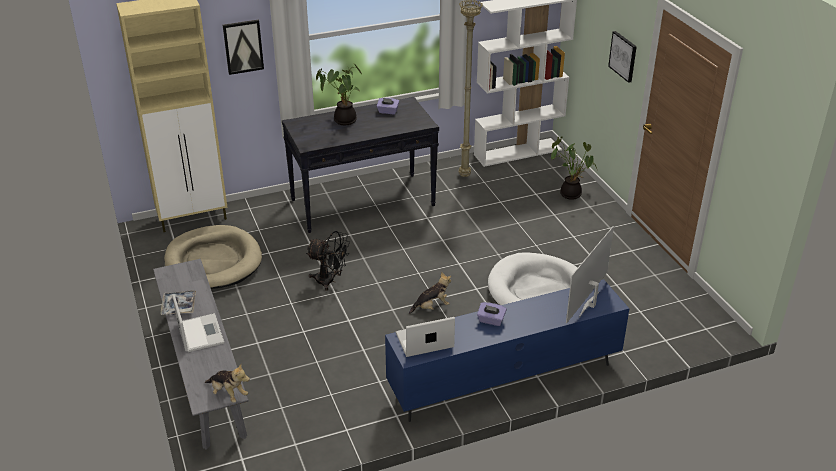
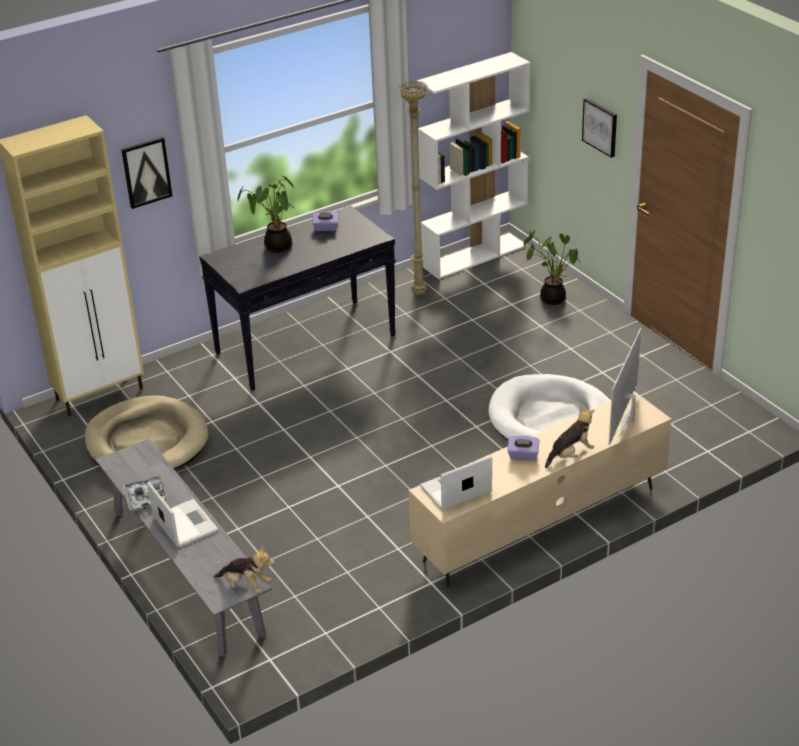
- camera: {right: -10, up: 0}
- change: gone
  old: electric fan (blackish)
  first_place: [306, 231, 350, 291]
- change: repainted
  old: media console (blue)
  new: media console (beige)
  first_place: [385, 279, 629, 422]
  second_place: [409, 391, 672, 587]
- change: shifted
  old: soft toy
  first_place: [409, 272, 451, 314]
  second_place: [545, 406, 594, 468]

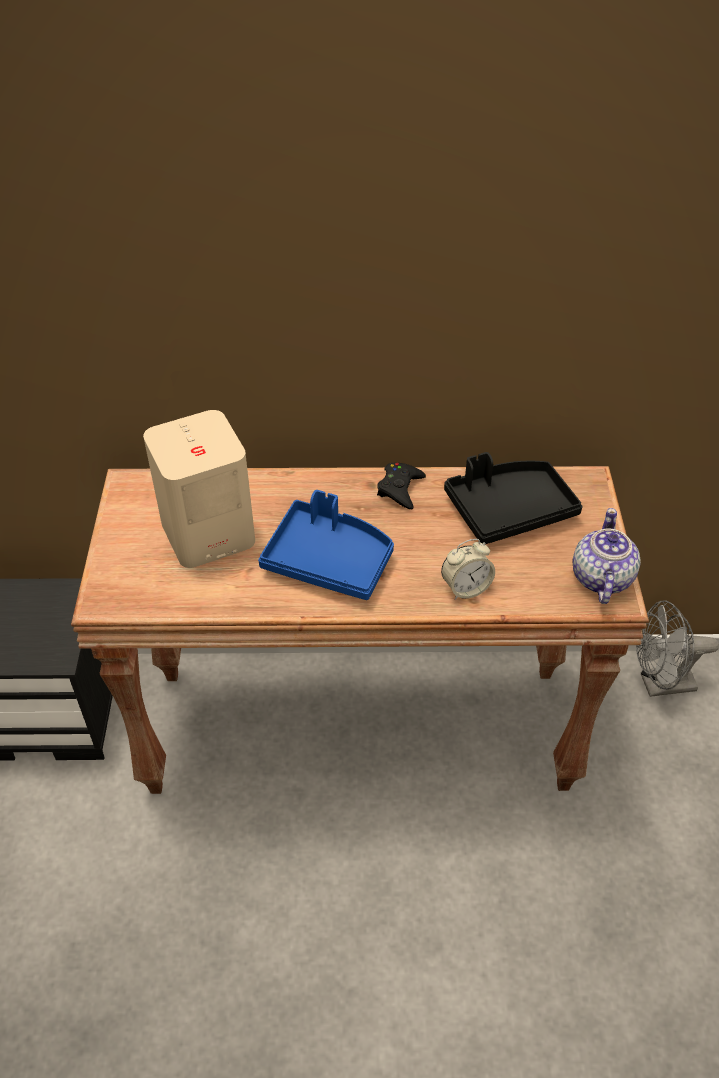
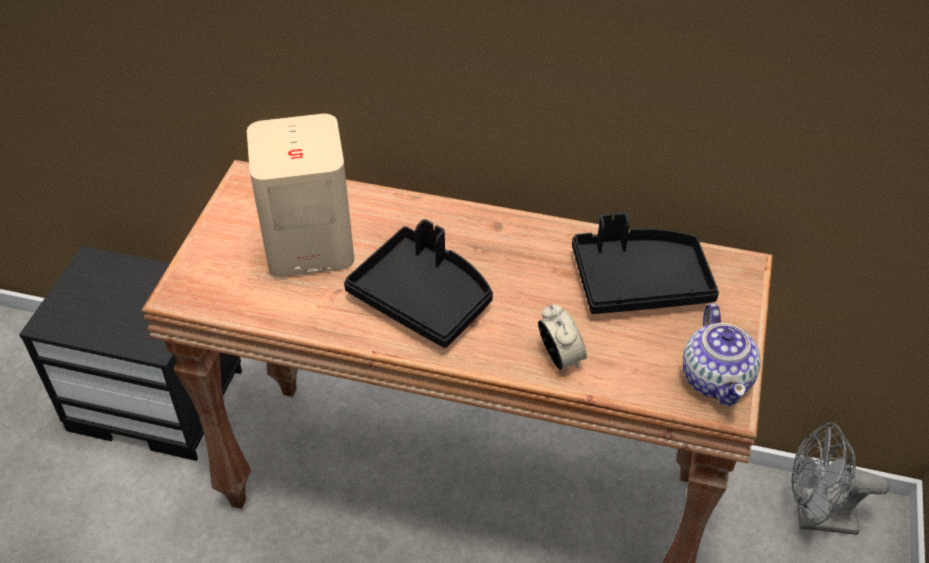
- camera: {right: 15, up: 0}
- change: repainted
  old: serving tray (blue)
  new: serving tray (blackish)
  first_place: [258, 490, 394, 600]
  second_place: [344, 219, 493, 348]
- change: gone
  old: game controller (blackish)
  first_place: [377, 463, 426, 509]
- change: rotated
  old: alarm clock
  first_place: [441, 539, 495, 600]
  second_place: [538, 304, 587, 370]
  degrees: -105
- change: rotated
  old: tea pot
  first_place: [572, 508, 641, 604]
  second_place: [683, 303, 761, 406]
  degrees: 150

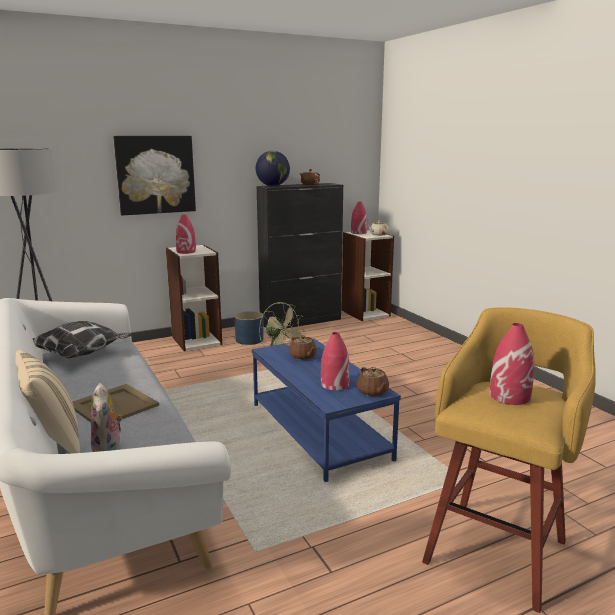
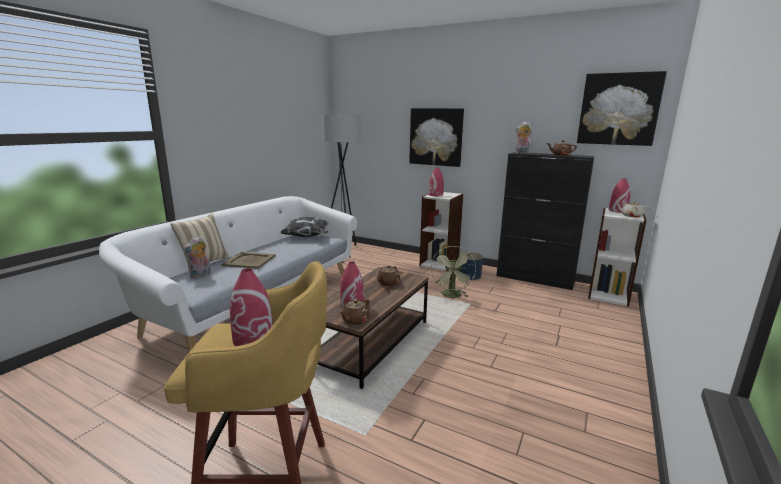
- camera: {right: 55, up: 0}
- change: repainted
  old: coffee table (blue)
  new: coffee table (brownish)
  first_place: [252, 338, 401, 482]
  second_place: [318, 267, 429, 389]
- change: swapped
  old: desk globe
  new: soft toy
  first_place: [256, 151, 290, 186]
  second_place: [516, 122, 533, 154]
- change: new
  new: wall art
  second_place: [577, 71, 667, 146]

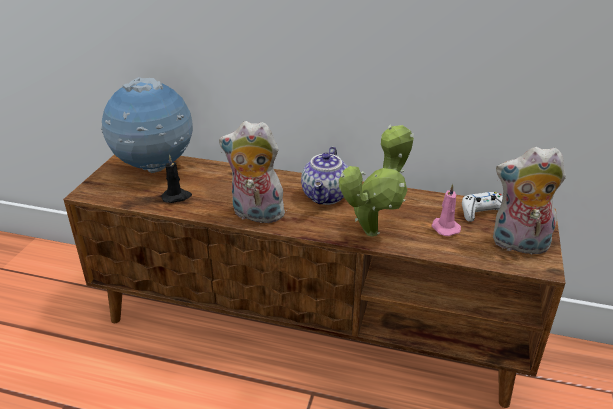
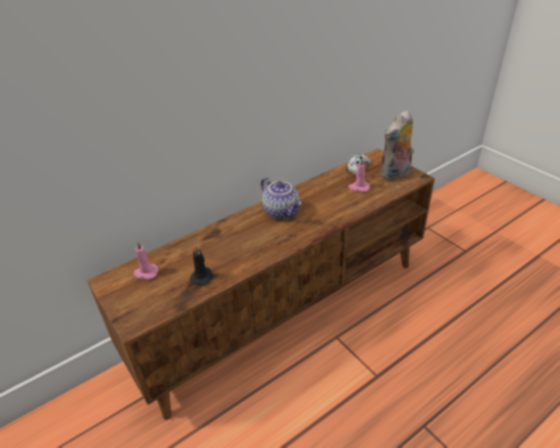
- camera: {right: -50, up: 5}
- change: swapped
  old: desk globe
  new: candle (pink-coloured)
  first_place: [101, 77, 193, 173]
  second_place: [133, 242, 159, 280]
- change: gone
  old: soft toy
  first_place: [219, 121, 287, 226]
- change: gone
  old: houseplant
  first_place: [339, 124, 414, 237]

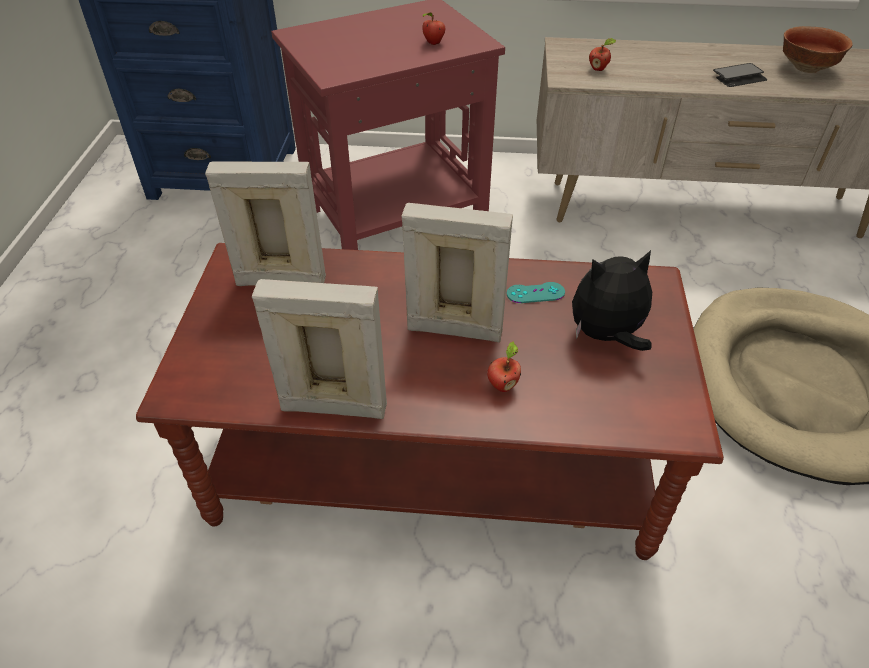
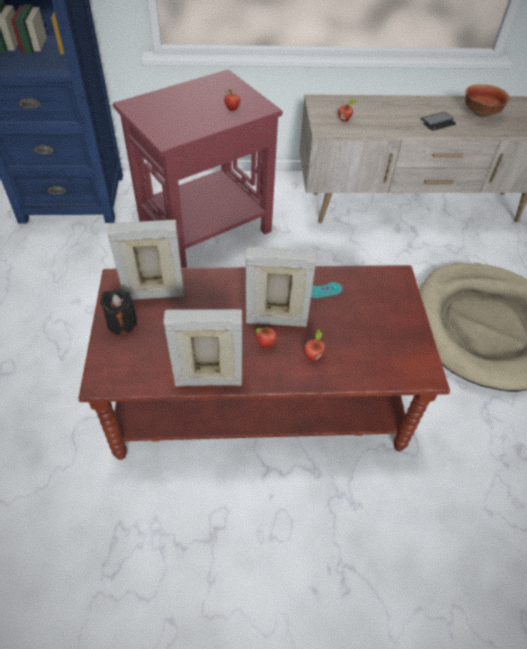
- camera: {right: -10, up: 5}
- change: gone
  old: soft toy
  first_place: [572, 250, 652, 351]
- change: new
  new: candle (blackish)
  second_place: [100, 288, 137, 335]
- change: new
  new: whole apple
  second_place: [256, 327, 277, 348]

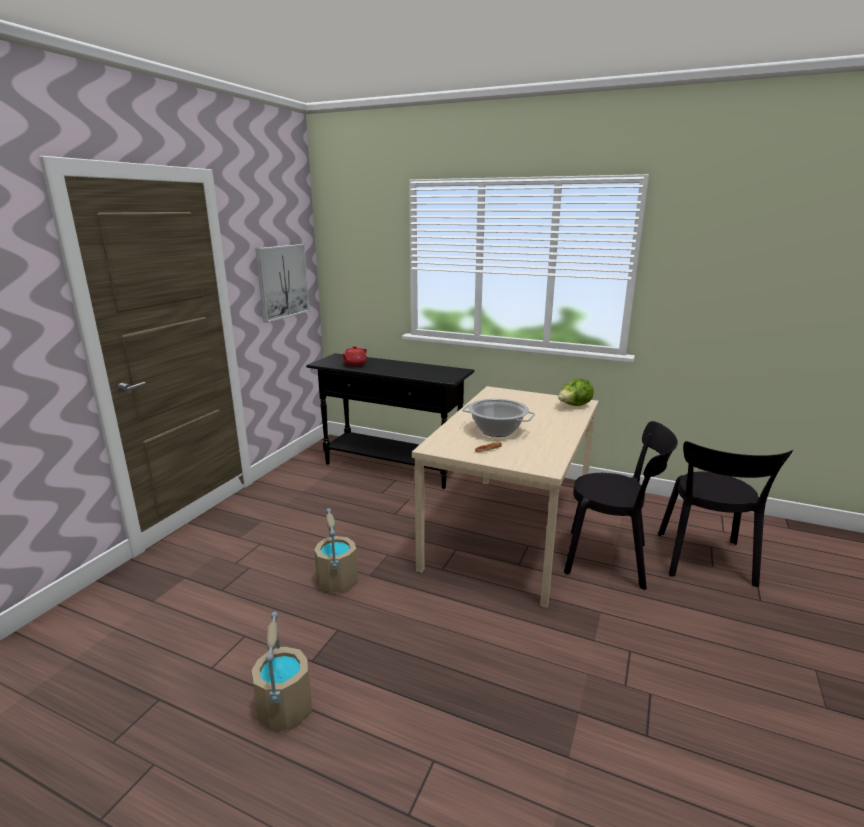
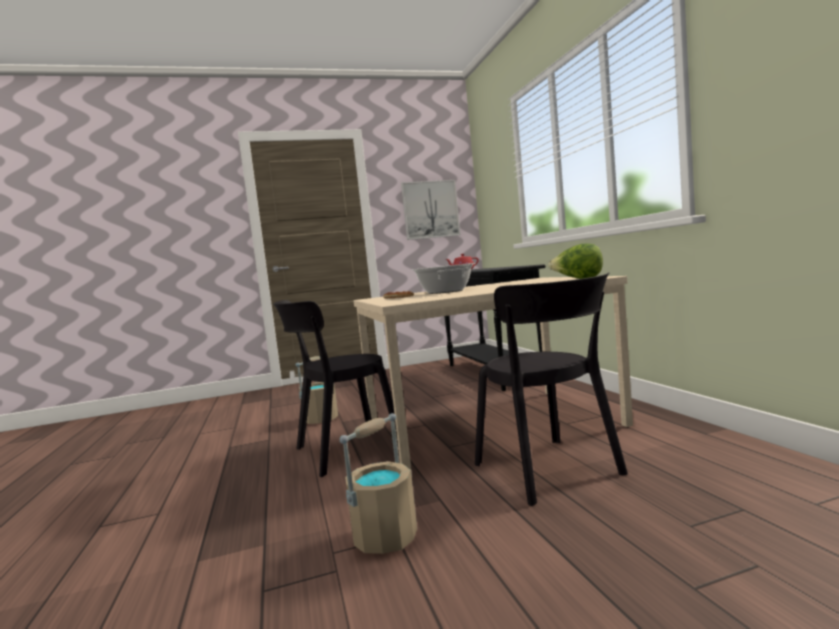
- camera: {right: 50, up: -15}
- change: shifted
  old: pail (beige)
  first_place: [251, 612, 312, 730]
  second_place: [340, 413, 417, 554]
- change: shifted
  old: chair (blackish)
  first_place: [658, 441, 793, 587]
  second_place: [273, 300, 398, 477]

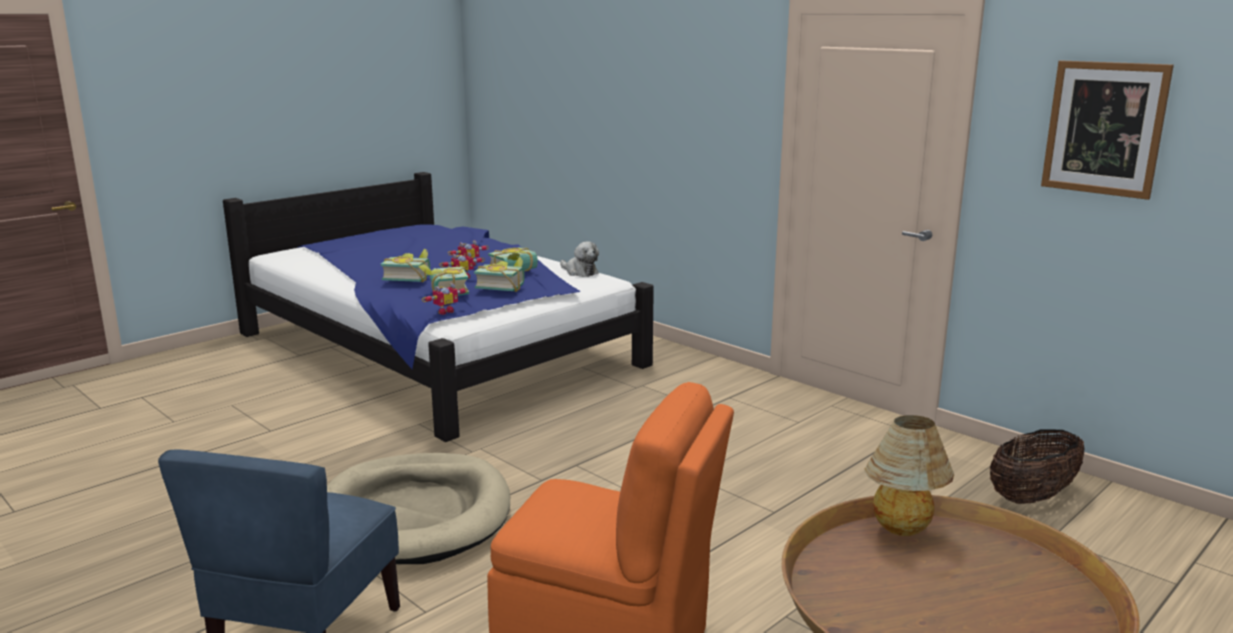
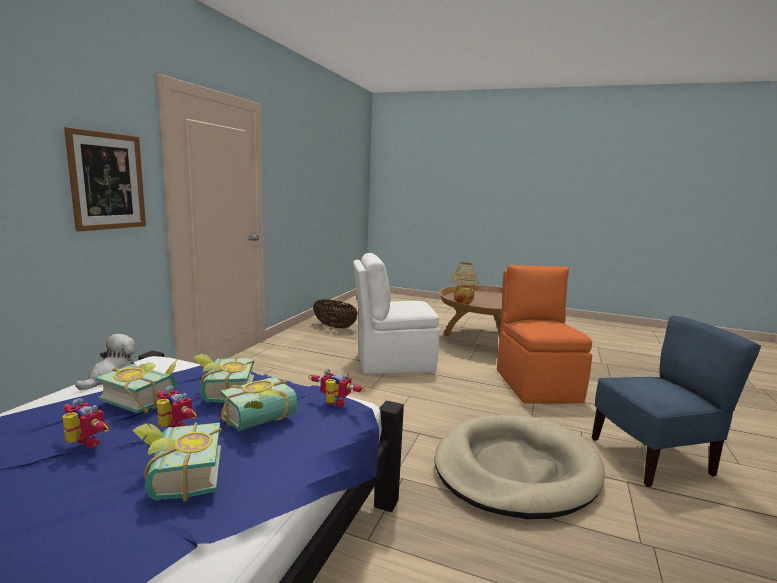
- camera: {right: -115, up: -5}
- change: shifted
  old: wall art
  first_place: [1041, 60, 1174, 200]
  second_place: [64, 127, 146, 231]
- change: new
  new: chair (whitish)
  second_place: [353, 253, 440, 374]

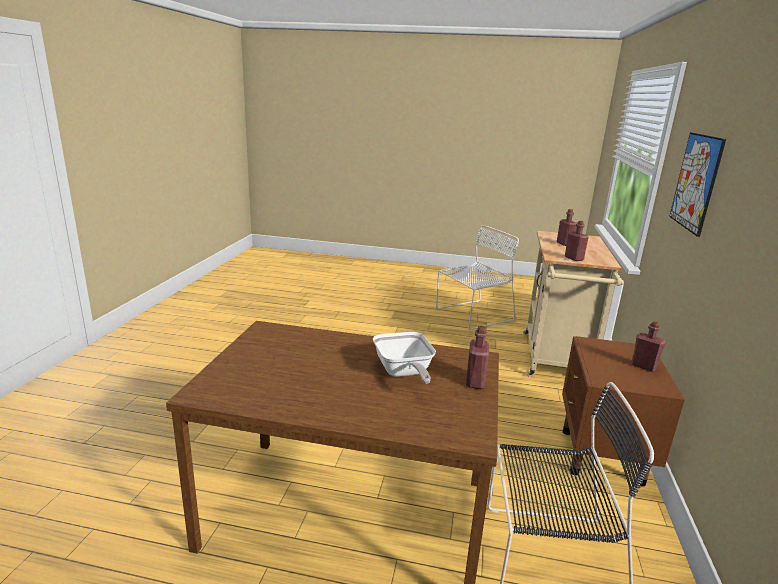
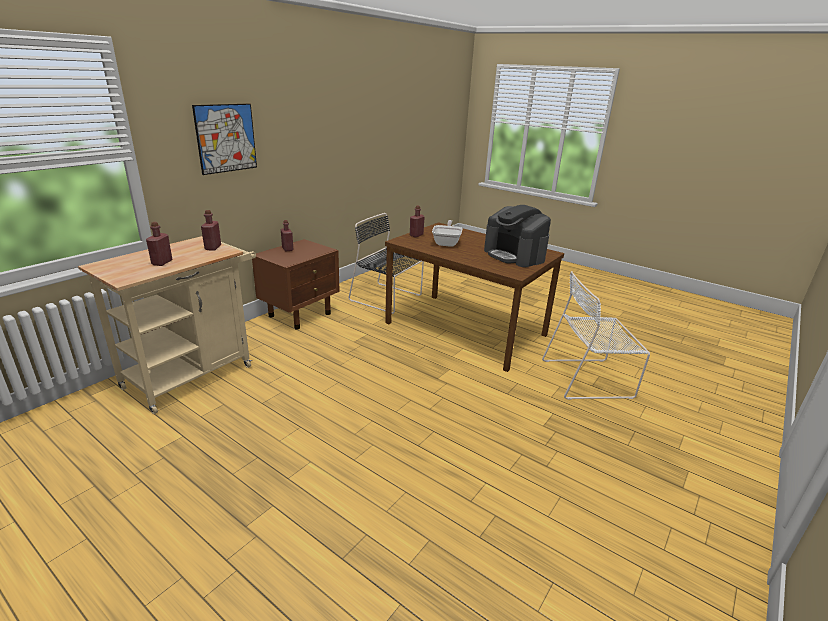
- camera: {right: -155, up: 5}
- change: shifted
  old: chair (whitish)
  first_place: [436, 225, 519, 330]
  second_place: [542, 271, 650, 400]
- change: new
  new: coffee maker
  second_place: [484, 205, 551, 267]

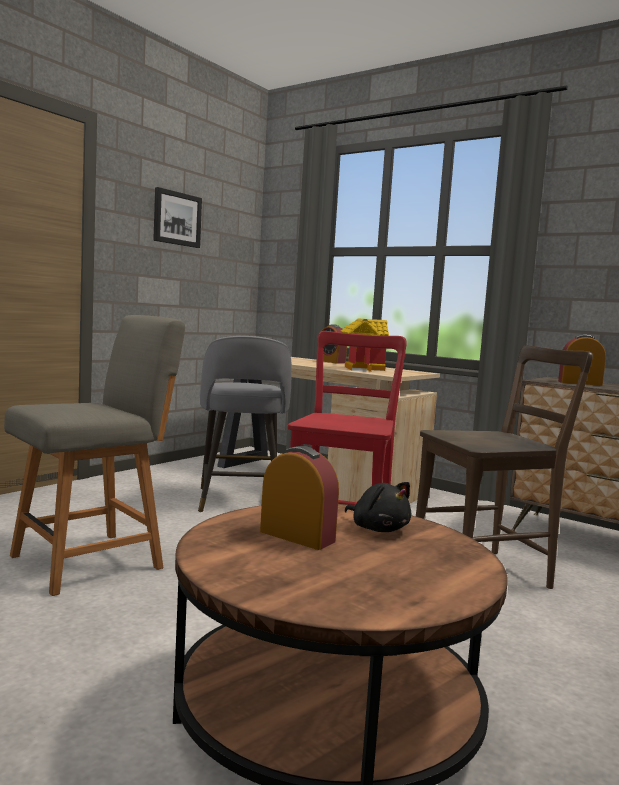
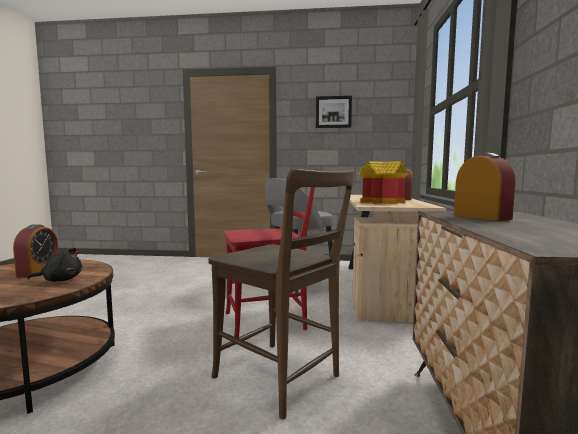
- camera: {right: 60, up: 0}
- change: gone
  old: chair (greyish)
  first_place: [4, 315, 185, 596]
- change: rotated
  old: soft toy (blackish)
  first_place: [345, 482, 412, 532]
  second_place: [28, 248, 82, 282]
  degrees: -120

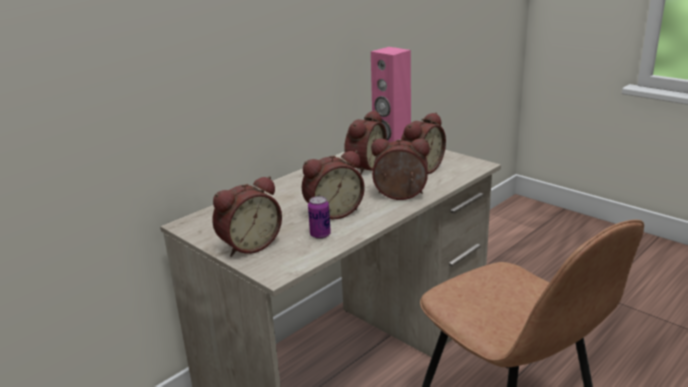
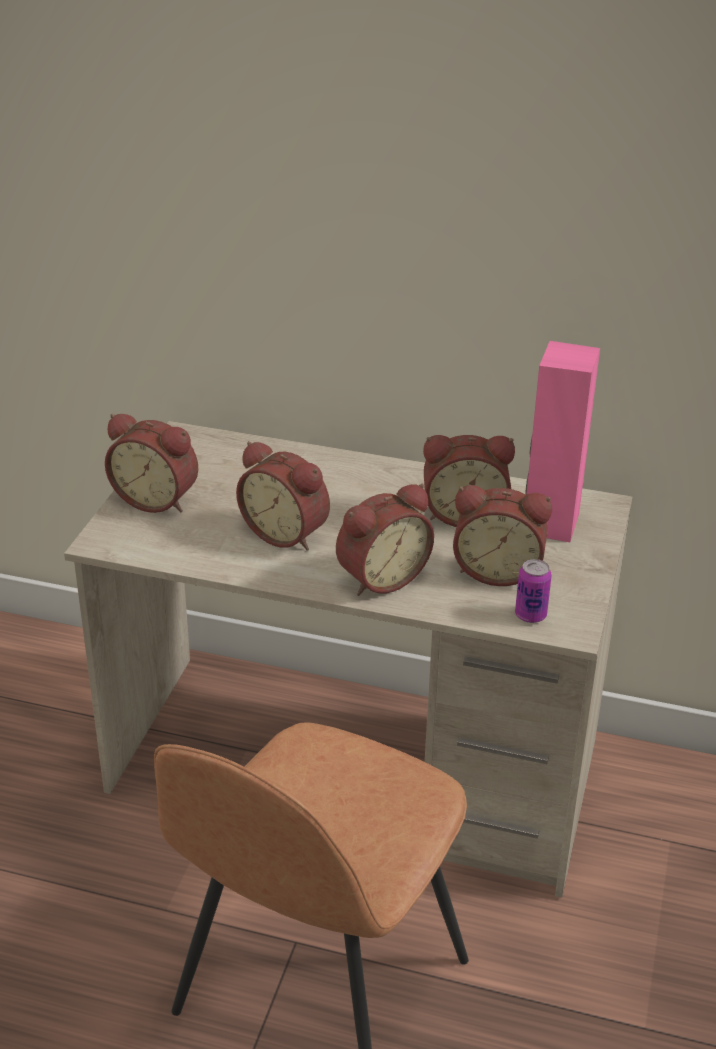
- camera: {right: 60, up: 10}
- change: shifted
  old: can
  first_place: [308, 196, 331, 239]
  second_place: [515, 559, 552, 623]
- change: rotated
  old: alarm clock
  first_place: [371, 139, 430, 200]
  second_place: [336, 484, 434, 596]
  degrees: 75

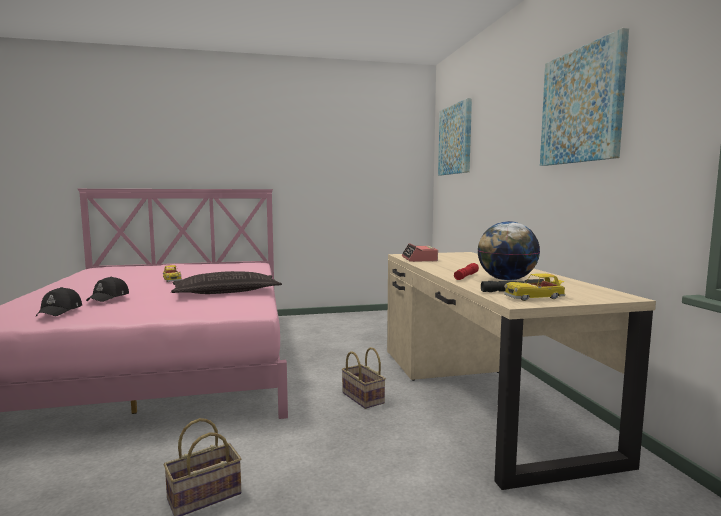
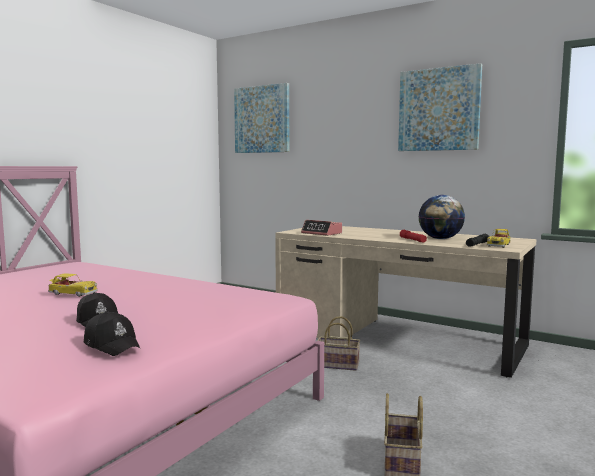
- camera: {right: -45, up: 0}
- change: gone
  old: cushion
  first_place: [171, 271, 282, 294]

